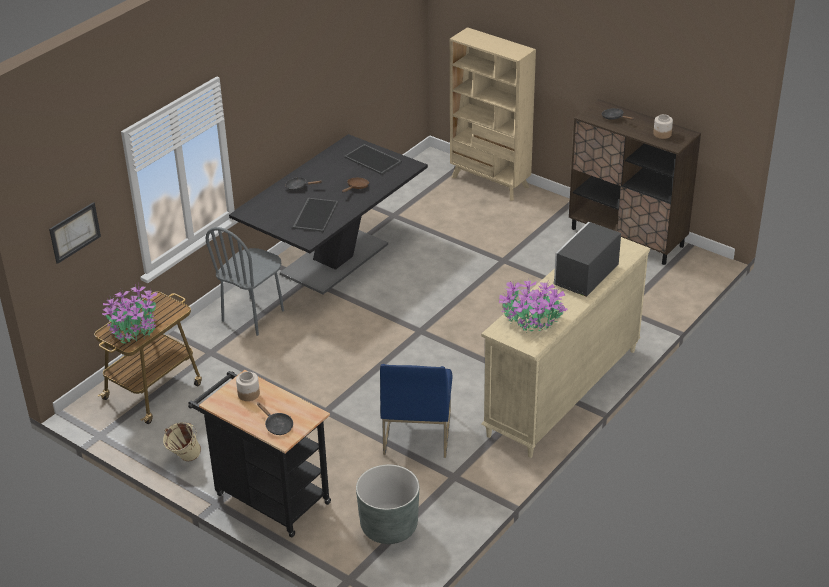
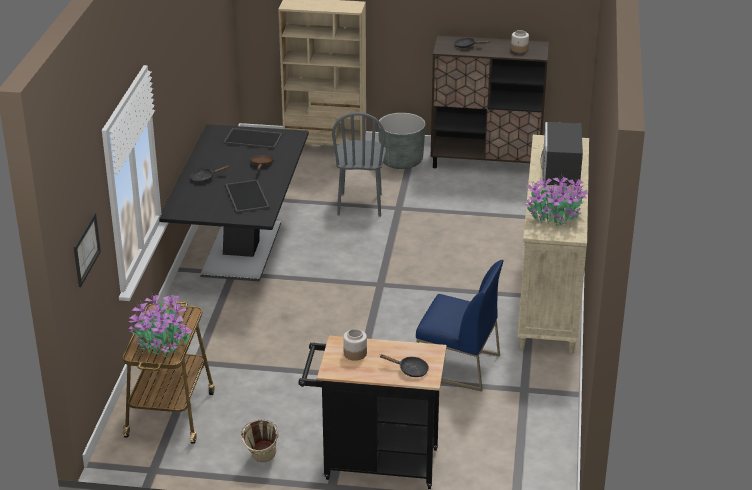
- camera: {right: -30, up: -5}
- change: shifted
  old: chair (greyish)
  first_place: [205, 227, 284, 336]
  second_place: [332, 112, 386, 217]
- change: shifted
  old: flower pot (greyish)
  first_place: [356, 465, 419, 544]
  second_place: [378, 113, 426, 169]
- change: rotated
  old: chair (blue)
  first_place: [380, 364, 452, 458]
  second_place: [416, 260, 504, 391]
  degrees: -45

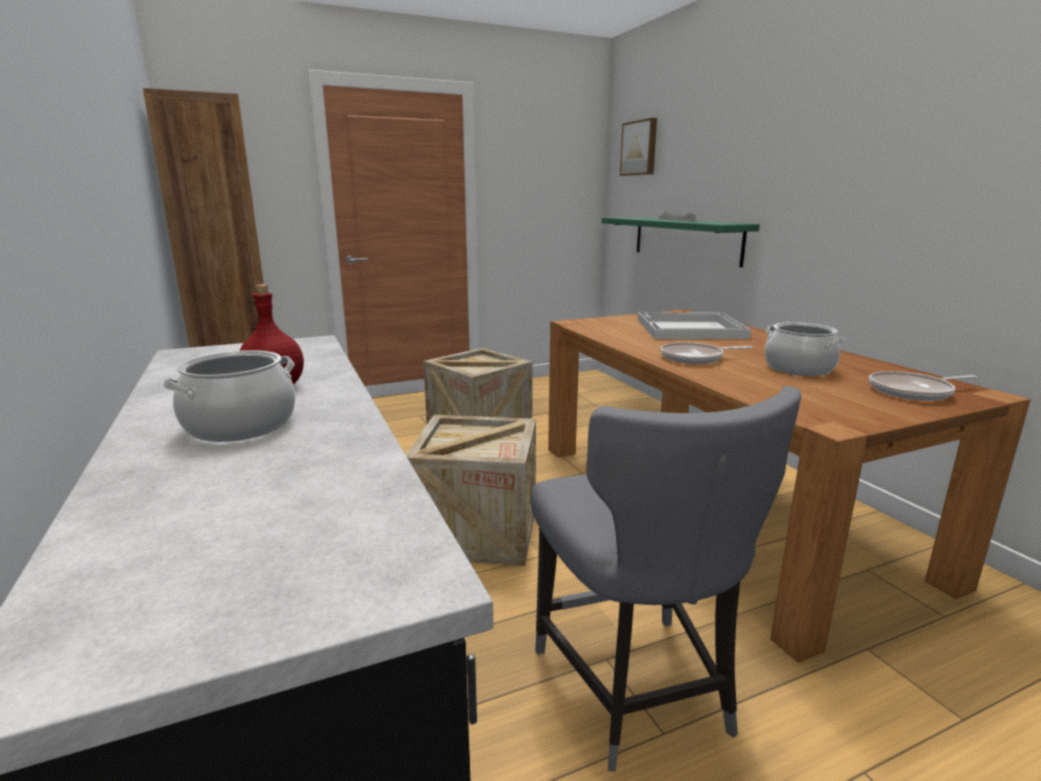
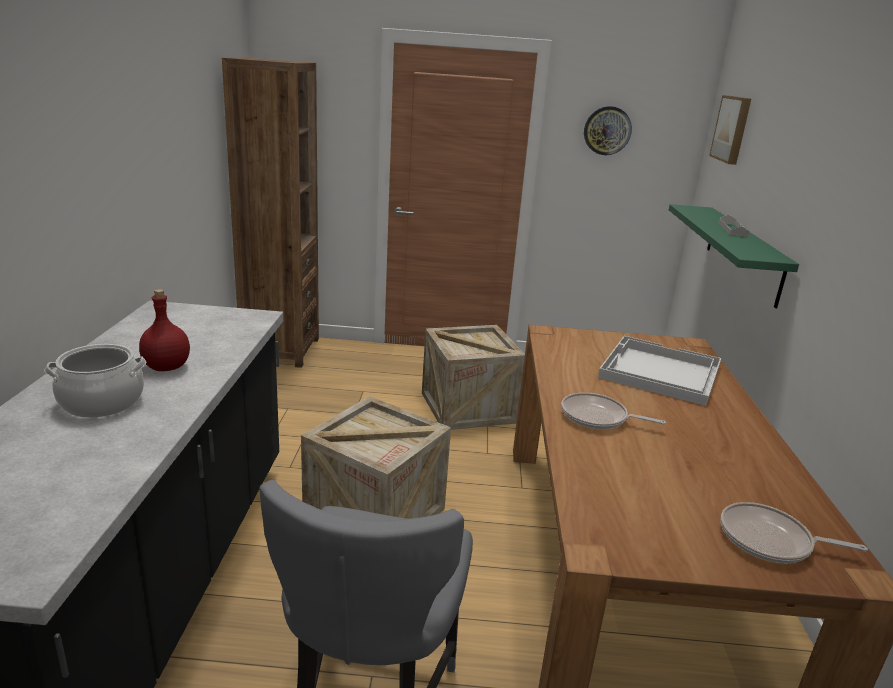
- camera: {right: 25, up: 5}
- change: gone
  old: saucepot
  first_place: [765, 322, 846, 376]
- change: new
  new: clock on the wall
  second_place: [584, 106, 632, 155]

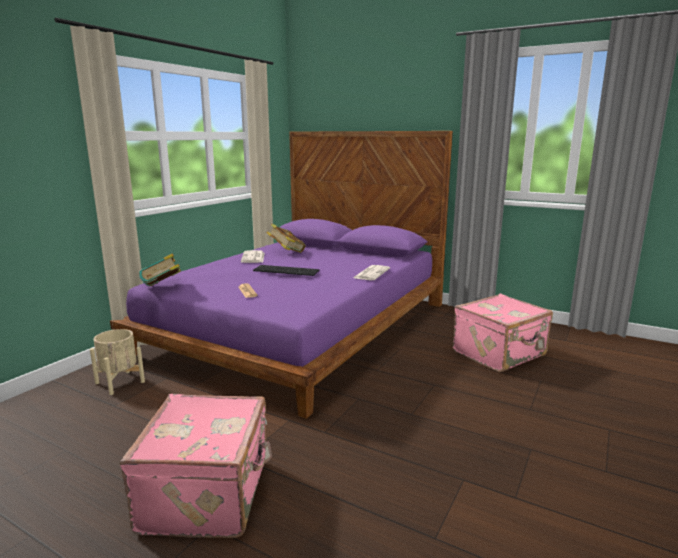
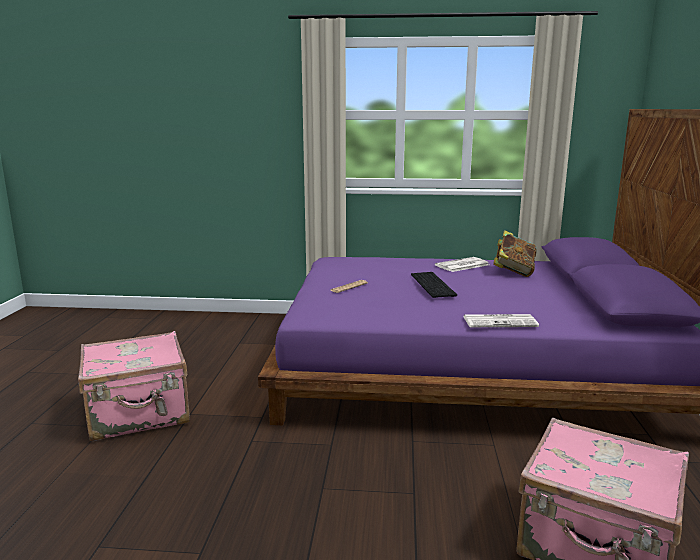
- camera: {right: 65, up: 0}
- change: gone
  old: flower pot (beige)
  first_place: [90, 329, 145, 395]
- change: gone
  old: book
  first_place: [139, 254, 181, 286]

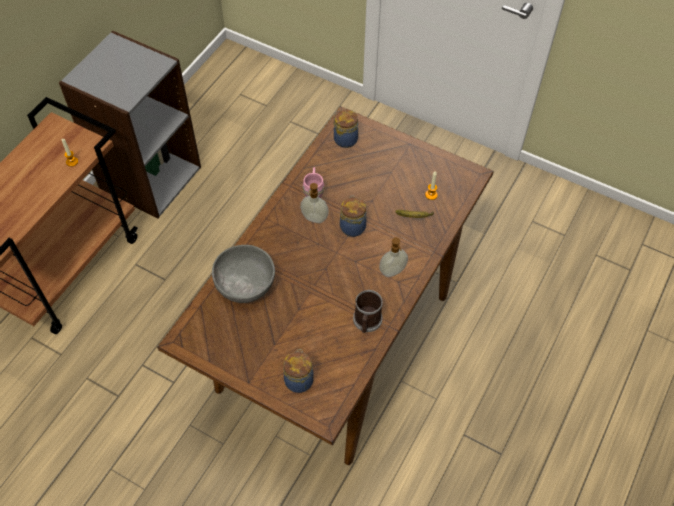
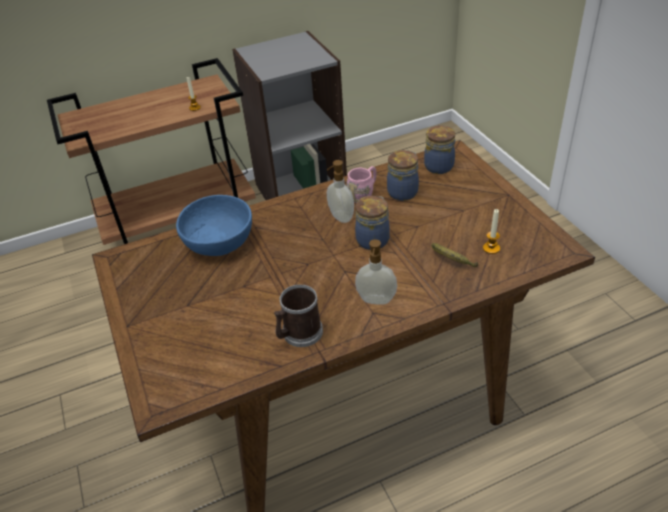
- camera: {right: 40, up: -15}
- change: repainted
  old: bowl (greyish)
  new: bowl (blue)
  first_place: [212, 245, 275, 303]
  second_place: [176, 195, 252, 256]
- change: shifted
  old: jar
  first_place: [283, 349, 314, 393]
  second_place: [387, 150, 419, 201]

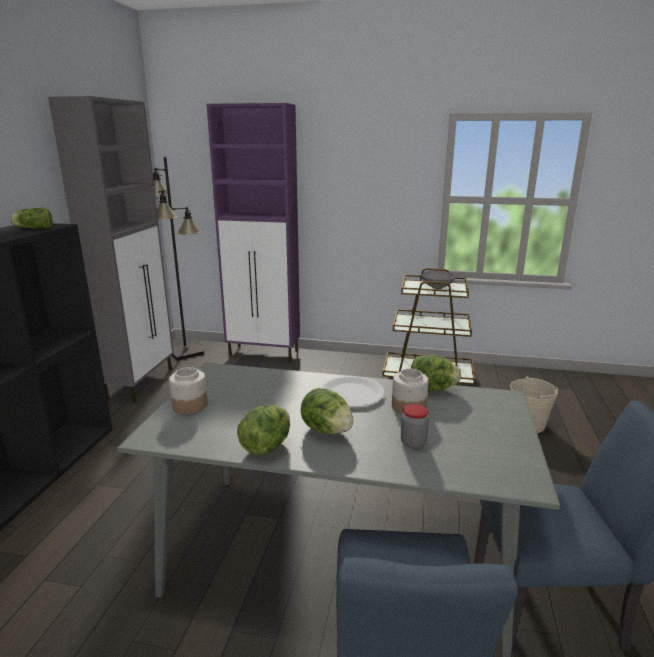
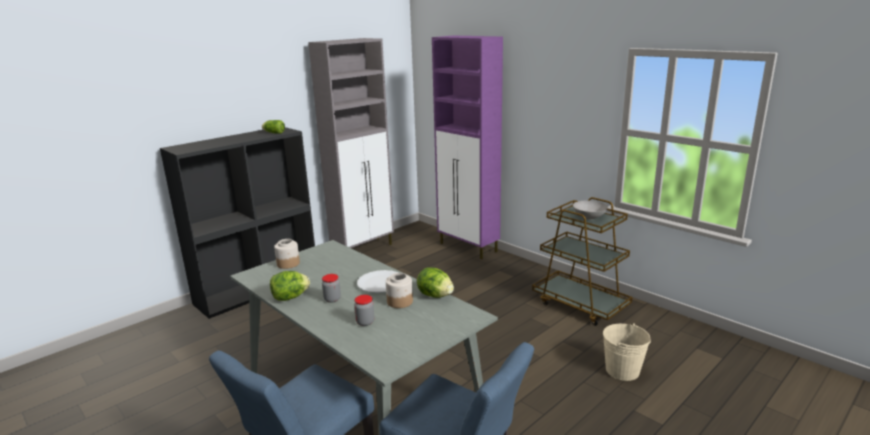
- camera: {right: 35, up: 0}
- change: gone
  old: floor lamp (blackish)
  first_place: [153, 157, 204, 361]
- change: swapped
  old: lettuce head
  new: jar
  first_place: [301, 388, 354, 434]
  second_place: [322, 274, 341, 303]

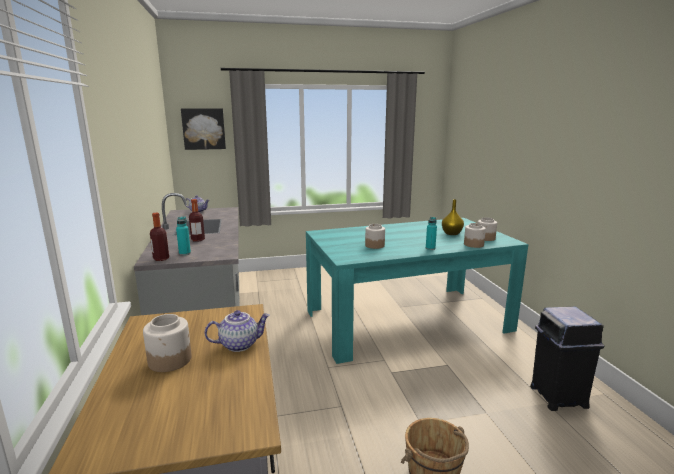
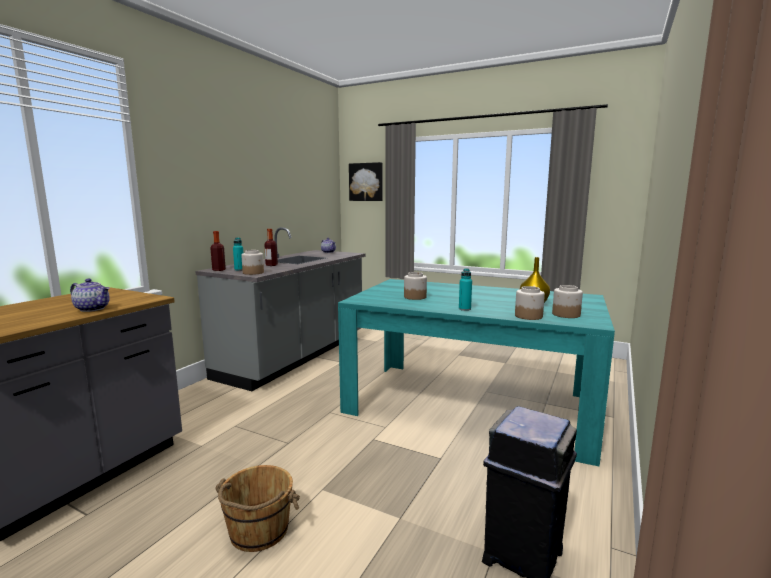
- camera: {right: 40, up: -5}
- change: shifted
  old: jar
  first_place: [143, 314, 192, 372]
  second_place: [241, 250, 264, 275]

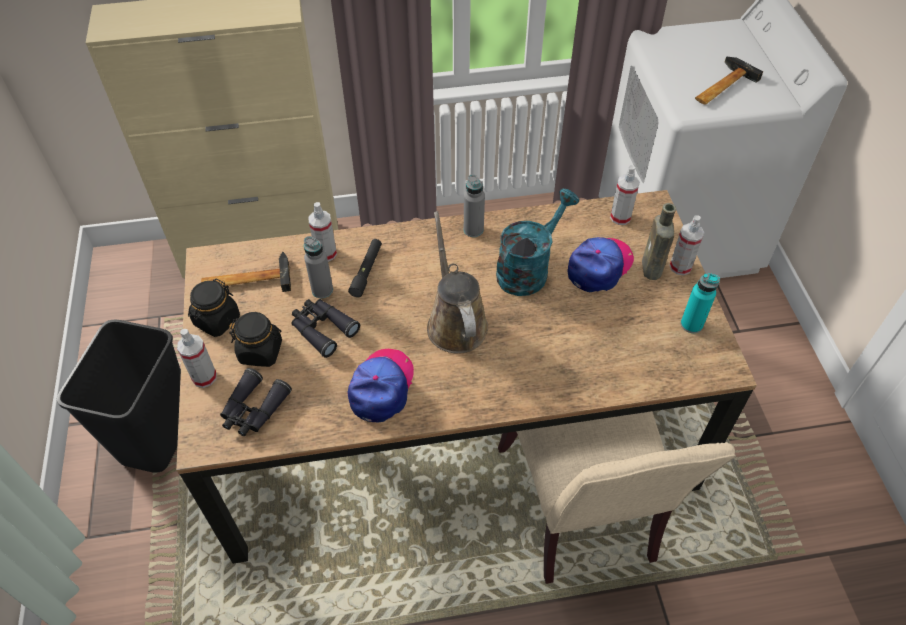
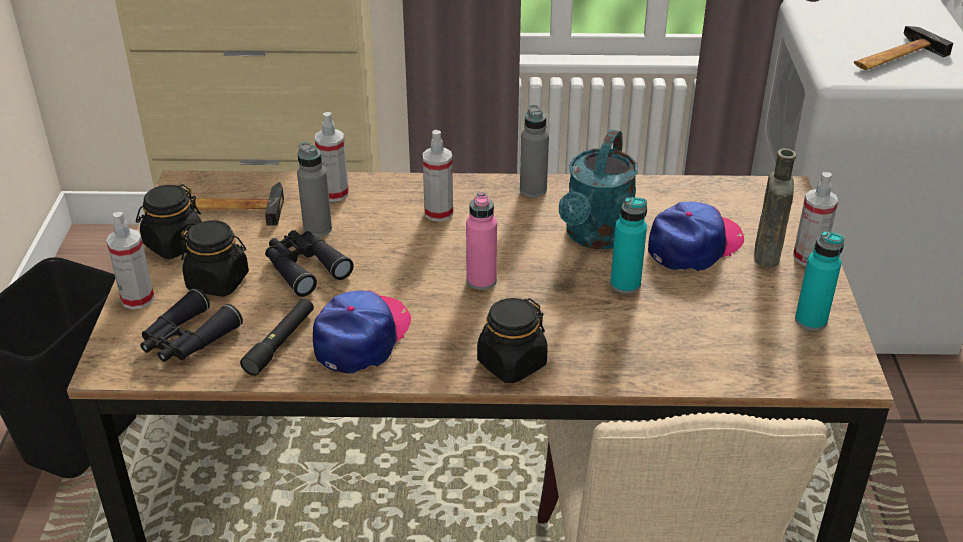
- camera: {right: 10, up: -15}
- change: shifted
  old: hand torch (blackish)
  first_place: [348, 239, 382, 297]
  second_place: [240, 299, 314, 376]
- change: swapped
  old: watering pot (brownish)
  new: bottle (pink-coloured)
  first_place: [427, 211, 488, 354]
  second_place: [466, 193, 497, 290]
- change: rotated
  old: watering pot (blue-green)
  first_place: [496, 189, 579, 296]
  second_place: [559, 129, 638, 249]
  degrees: 150
- change: shifted
  old: sprayer
  first_place: [610, 165, 640, 225]
  second_place: [422, 130, 453, 222]
- change: new
  new: jar (blackish)
  second_place: [477, 298, 548, 383]
- change: new
  new: bottle (blue-green)
  second_place: [610, 197, 647, 294]

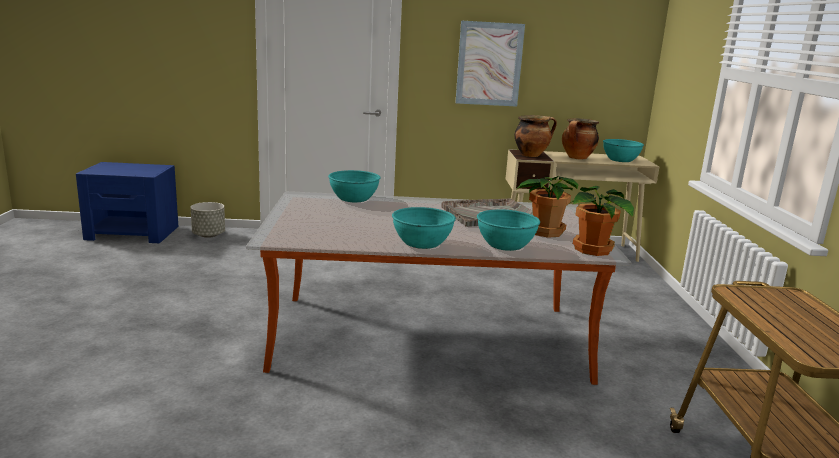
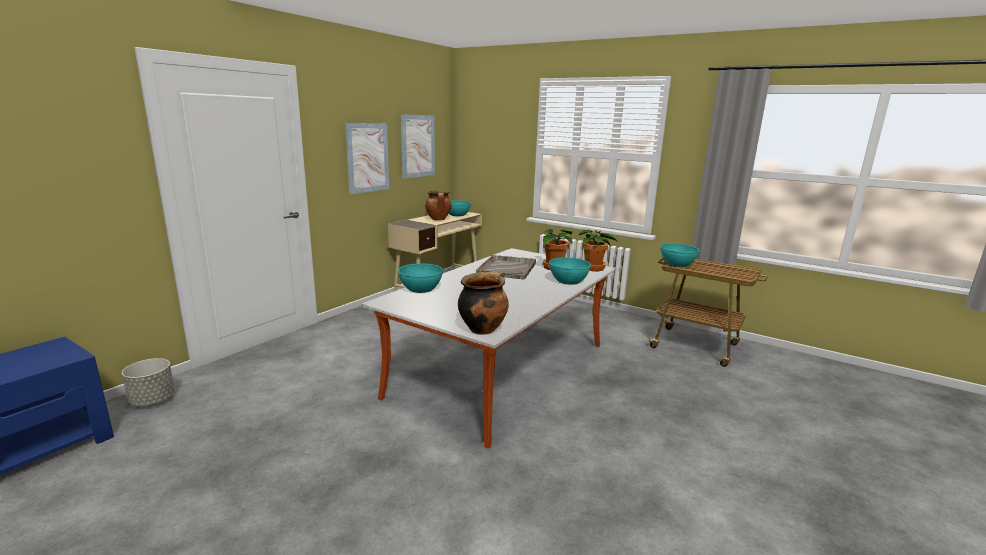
- camera: {right: -55, up: 0}
- change: shifted
  old: bowl (blue-green)
  first_place: [392, 207, 456, 249]
  second_place: [660, 243, 700, 267]
- change: shifted
  old: saucepot
  first_place: [515, 115, 557, 157]
  second_place: [458, 271, 509, 335]
- change: new
  new: wall art
  second_place: [401, 114, 435, 179]

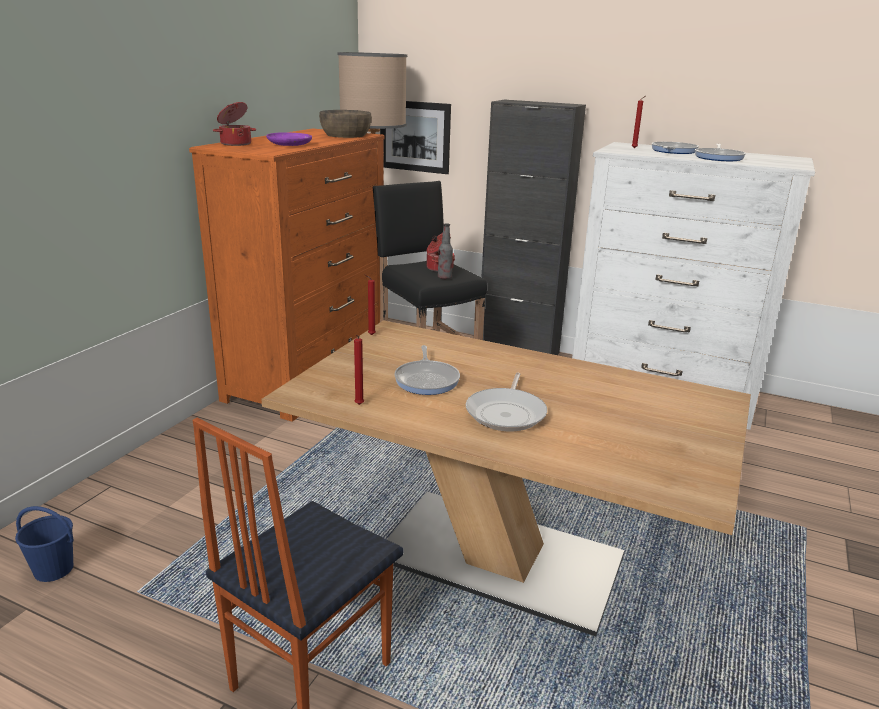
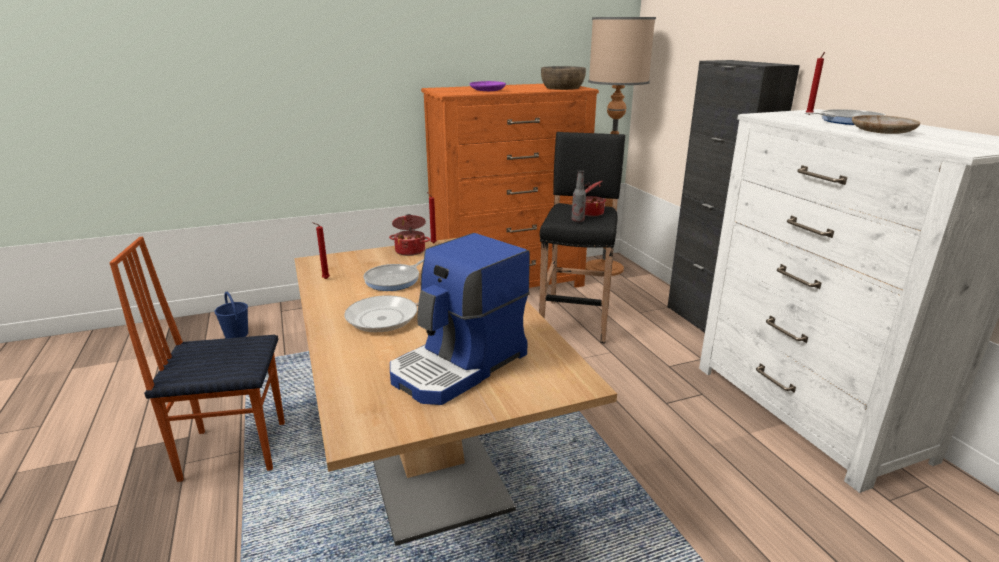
- camera: {right: 45, up: 0}
- change: shifted
  old: saucepot
  first_place: [213, 102, 256, 146]
  second_place: [389, 214, 430, 256]
- change: gone
  old: wall art
  first_place: [380, 101, 451, 174]
- change: swapped
  old: skillet
  new: plate (beige)
  first_place: [695, 144, 746, 161]
  second_place: [852, 115, 920, 134]
- change: new
  new: coffee maker
  second_place: [390, 233, 530, 405]

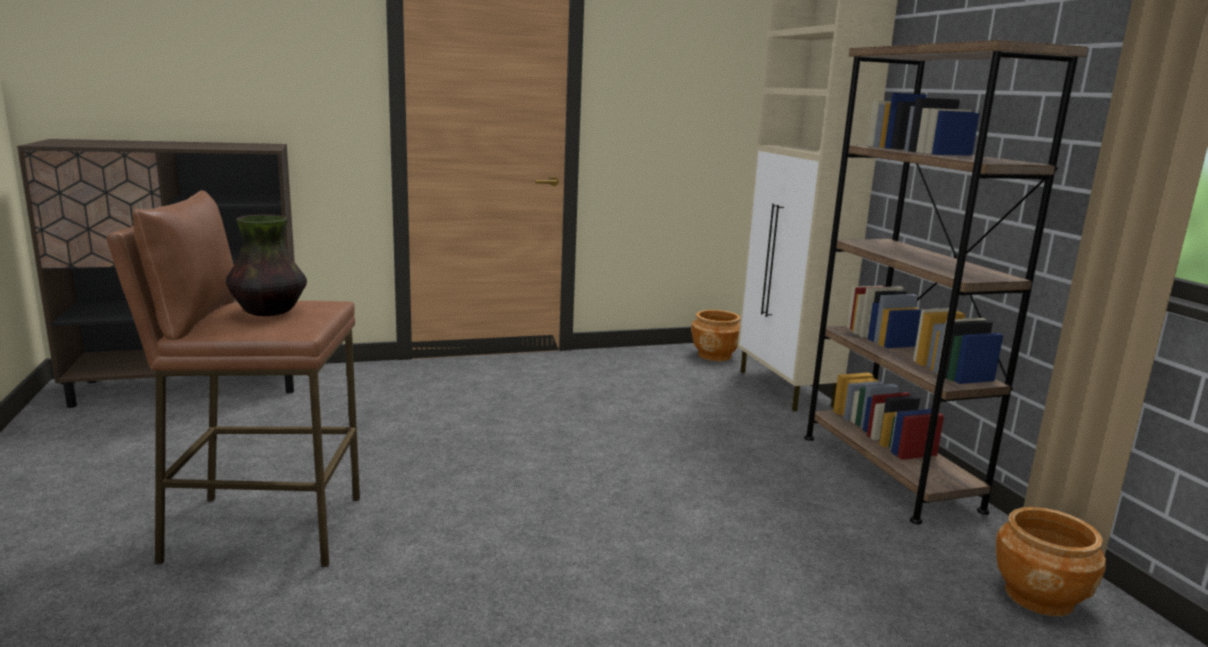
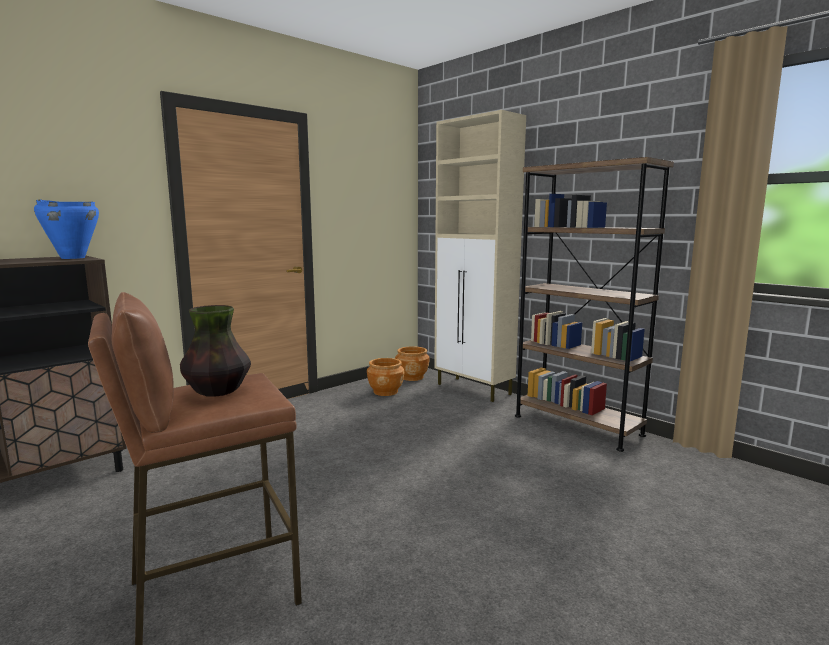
- camera: {right: -25, up: -5}
- change: shifted
  old: flower pot (brownish)
  first_place: [996, 507, 1106, 616]
  second_place: [367, 358, 405, 396]
- change: new
  new: saucepot (blue)
  second_place: [34, 200, 99, 259]

